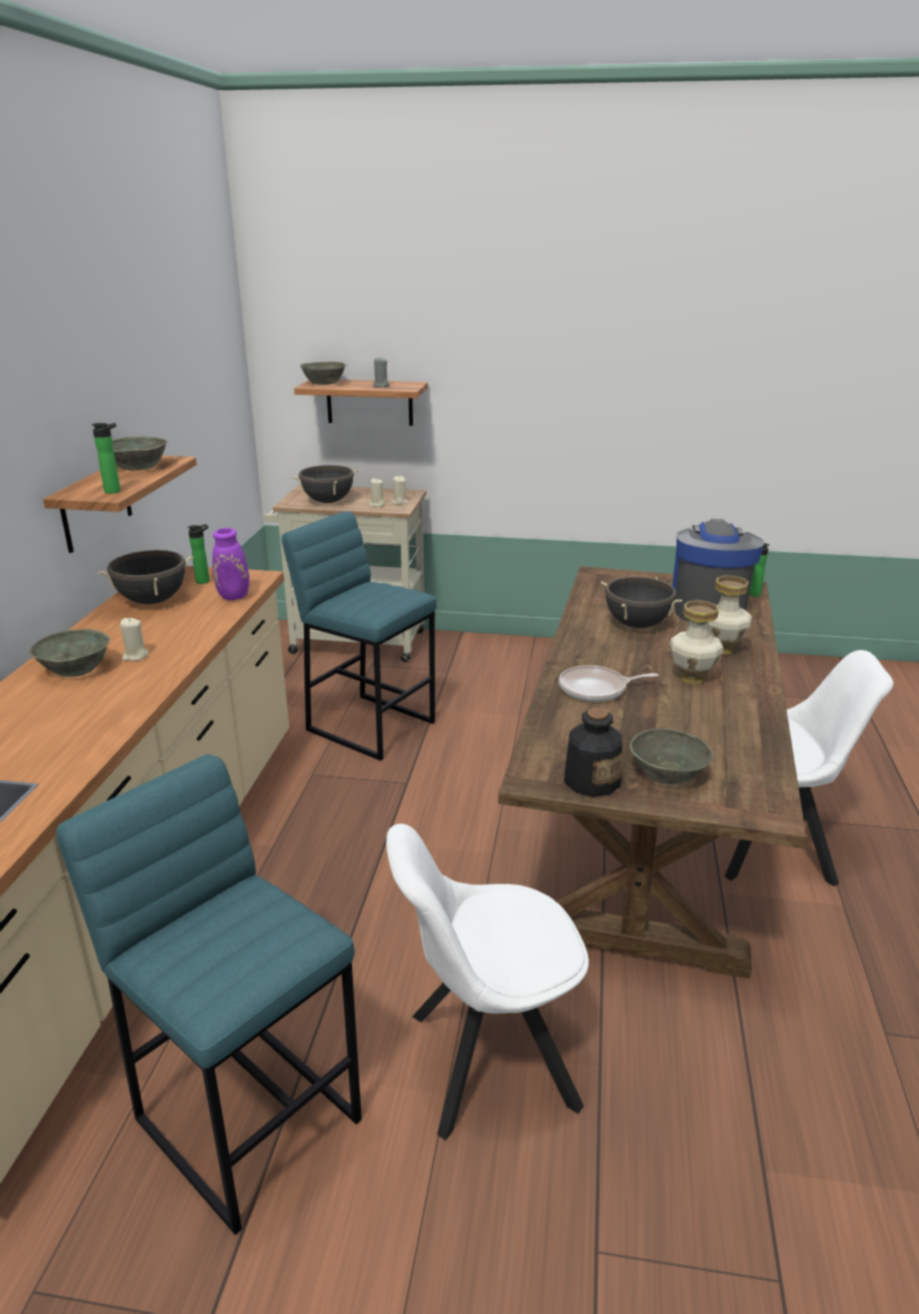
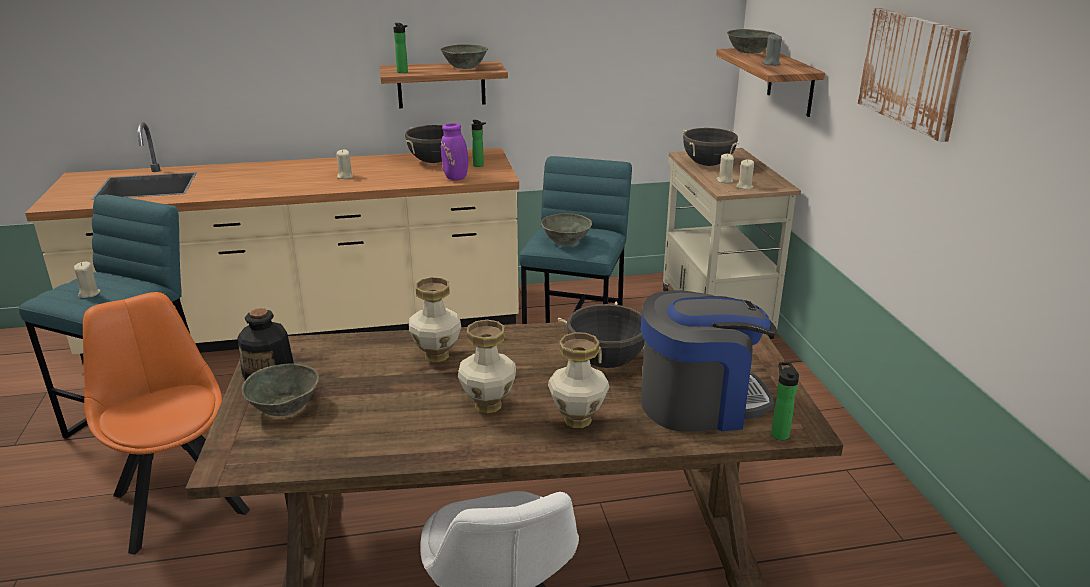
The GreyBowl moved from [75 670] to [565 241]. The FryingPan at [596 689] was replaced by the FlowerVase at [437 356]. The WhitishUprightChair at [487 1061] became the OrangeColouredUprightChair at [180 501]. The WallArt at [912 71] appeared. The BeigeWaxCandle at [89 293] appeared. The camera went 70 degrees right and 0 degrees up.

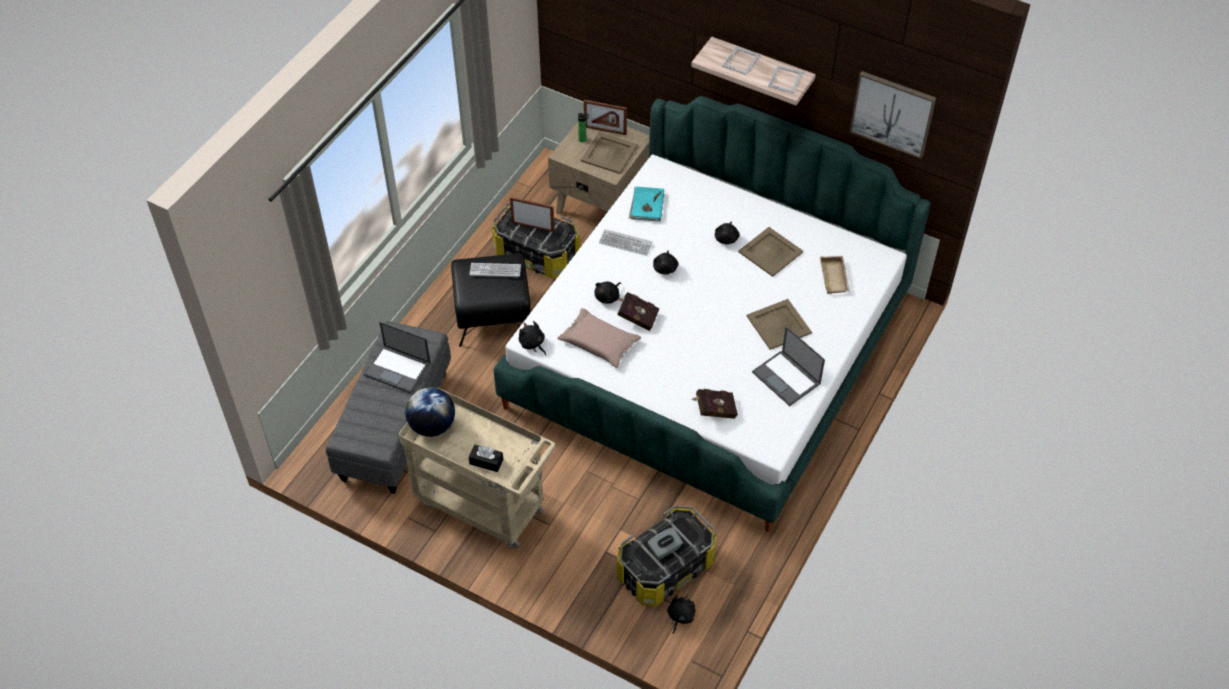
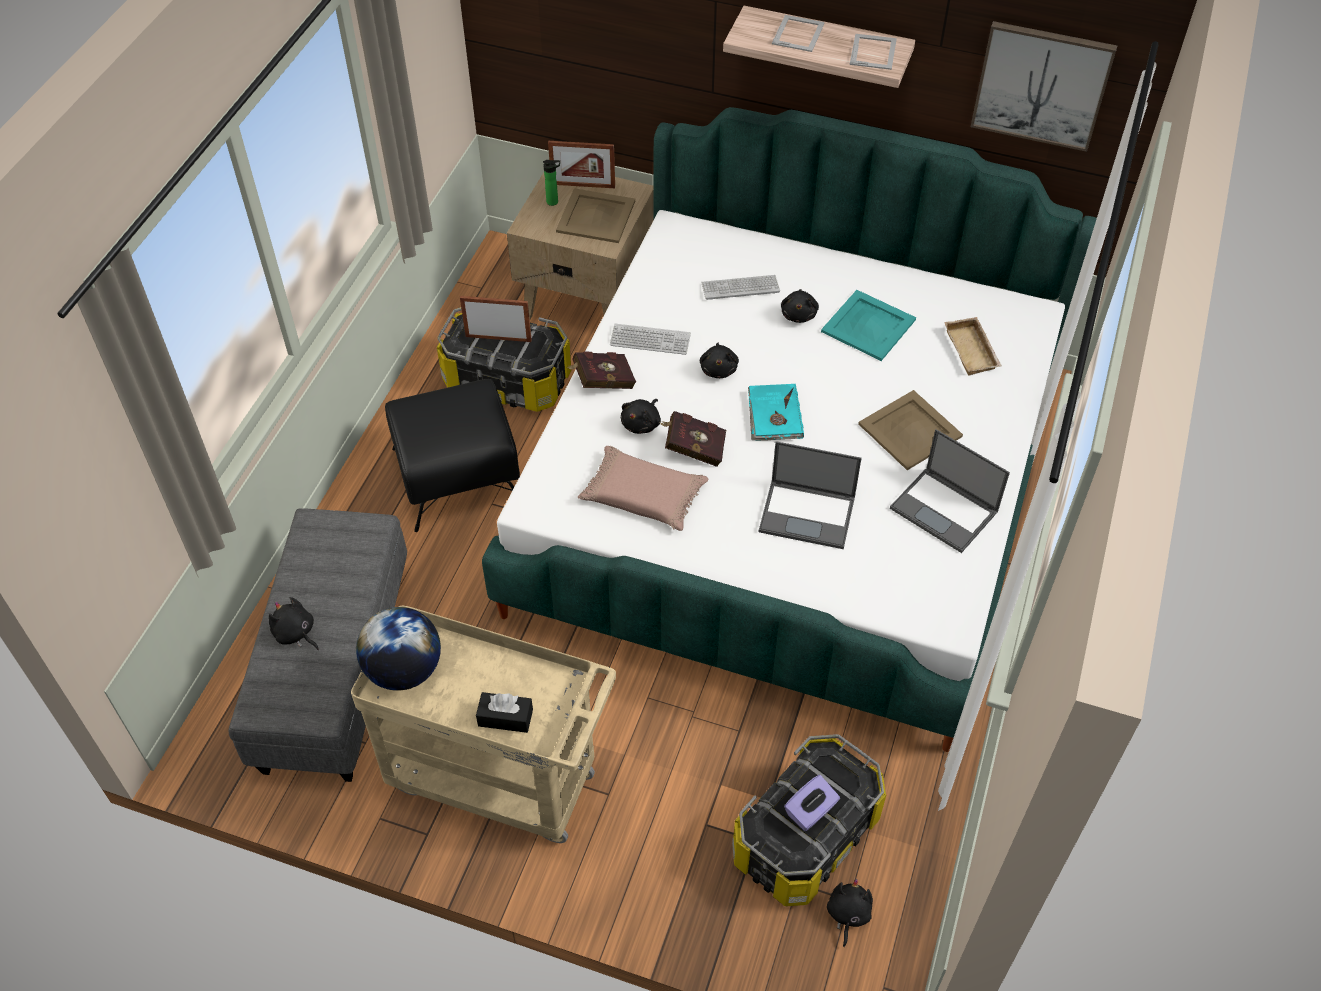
The TurquoiseBook moved from [646 206] to [774 415]. The BeigeTray at [770 251] became the TurquoiseTray at [868 325]. The PcKeyboard moved from [495 270] to [740 288]. The BlackishSoftToy moved from [532 344] to [295 633]. The NotebookComputer moved from [398 369] to [808 514]. The RedColouredBook moved from [714 410] to [601 381]. The GreyBoxOfTissues at [665 549] became the PurpleColouredBoxOfTissues at [810 811]. The camera went 10 degrees left and 0 degrees up.

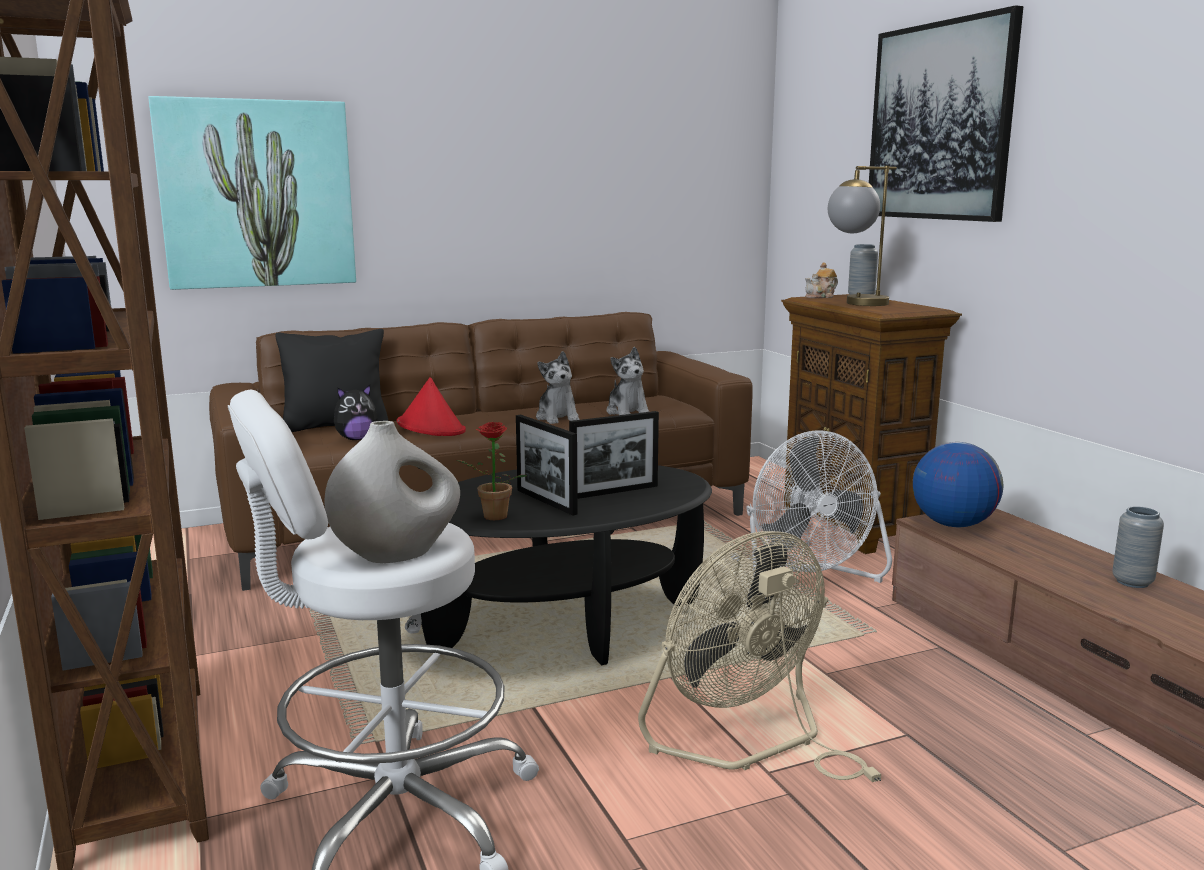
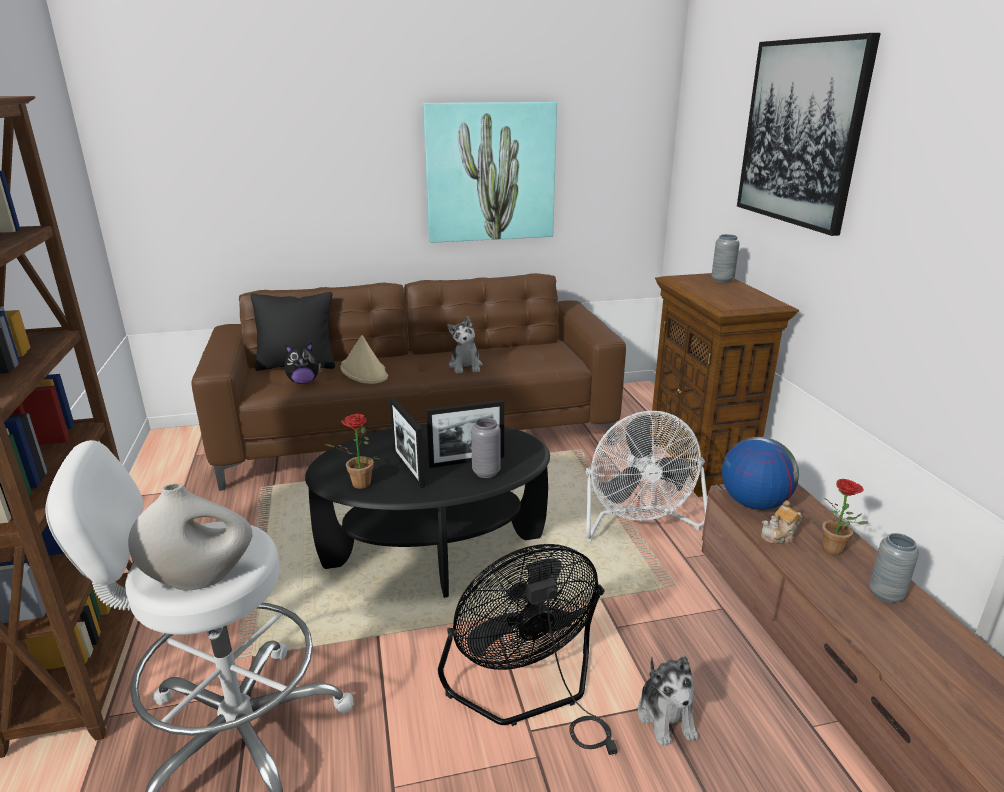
The WallArt moved from [257 194] to [490 172]. The TabletopLamp at [856 304] disappeared. The PotForTea moved from [821 297] to [779 536]. The SoftToy moved from [628 412] to [666 717]. The RedColouredWearableHat at [431 427] became the BeigeWearableHat at [364 372]. The BeigeFan at [762 739] became the BlackishFan at [538 693]. The GreyFlowerVase at [486 472] appeared. The PottedPlant at [836 551] appeared. The camera went 10 degrees right and 10 degrees up.

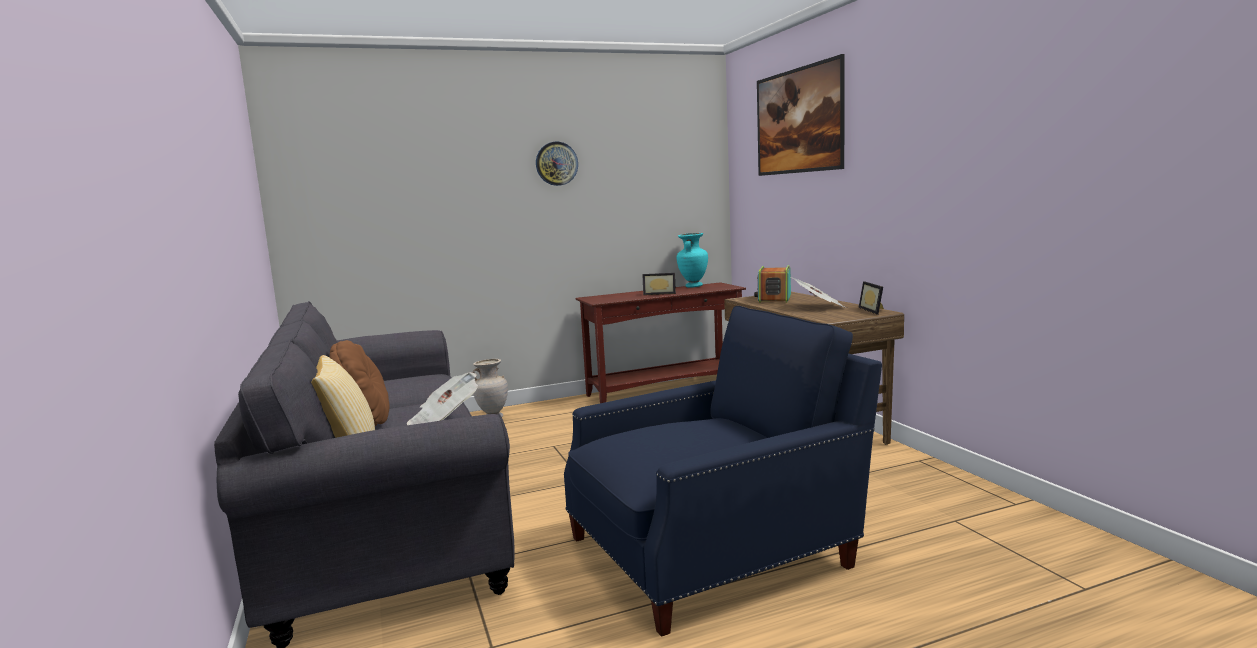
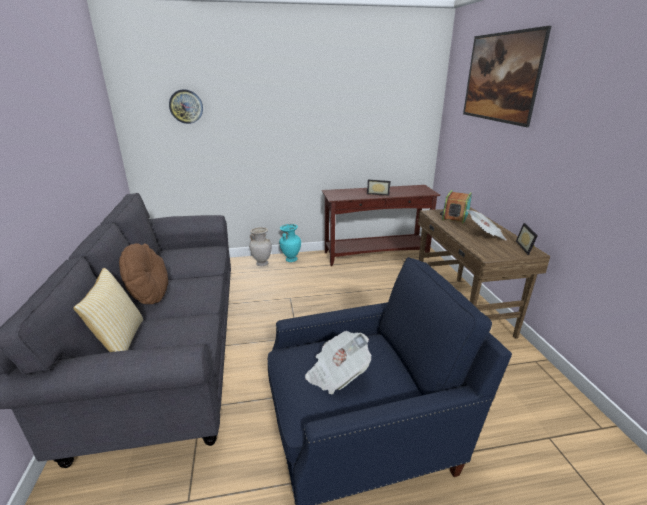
The WallClock moved from [556 163] to [186 106]. The TurquoiseFlowerVase moved from [693 286] to [291 260]. The Newspaper moved from [444 419] to [337 374]. The camera went 10 degrees right and 15 degrees up.

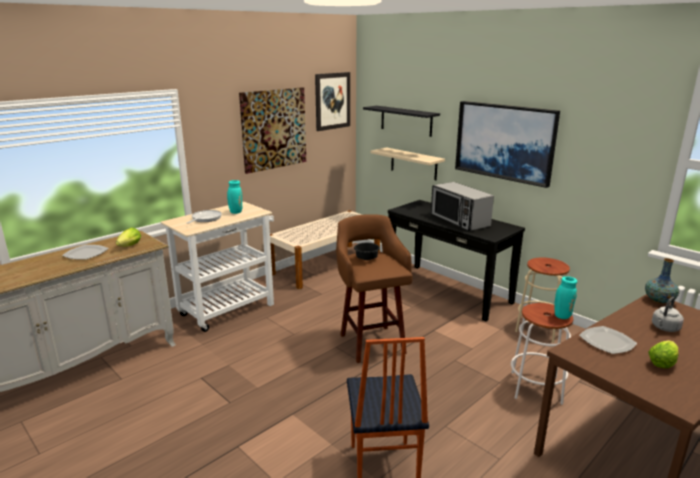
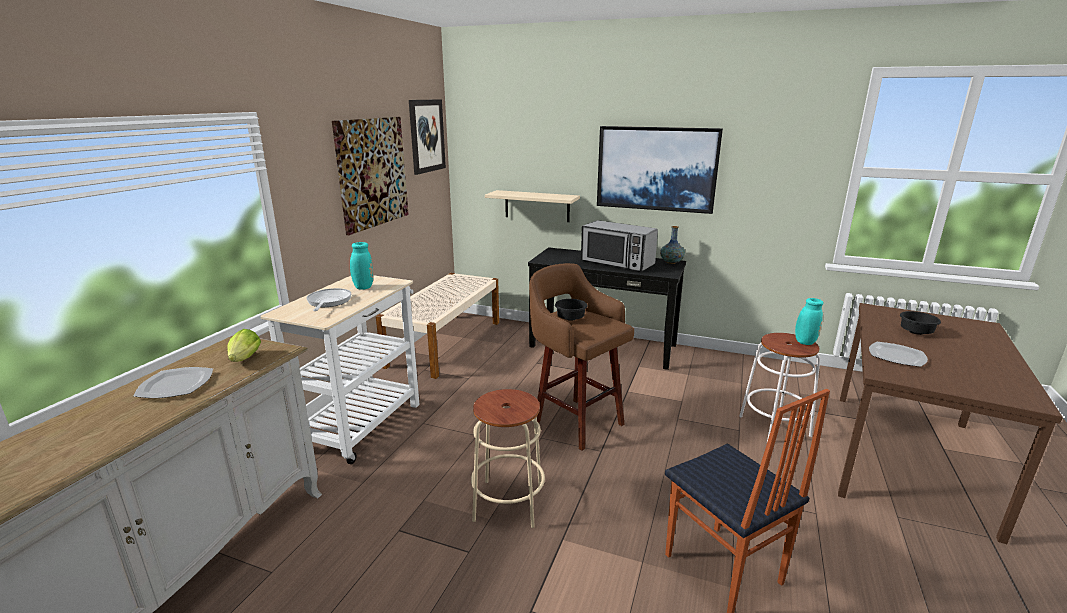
The BlackishWallShelf at [406 121] disappeared. The BeigeStool moved from [539 328] to [508 503]. The FlowerVase moved from [659 300] to [671 262]. The GreyTeaKettle at [664 328] was replaced by the BlackishBowl at [917 333]. The HeadOfLettuce at [663 362] disappeared. The camera went 25 degrees left and 0 degrees up.

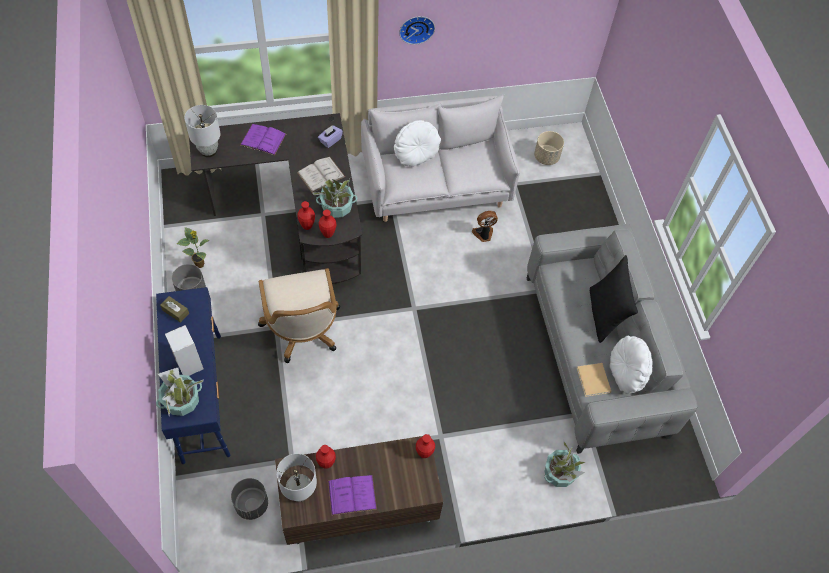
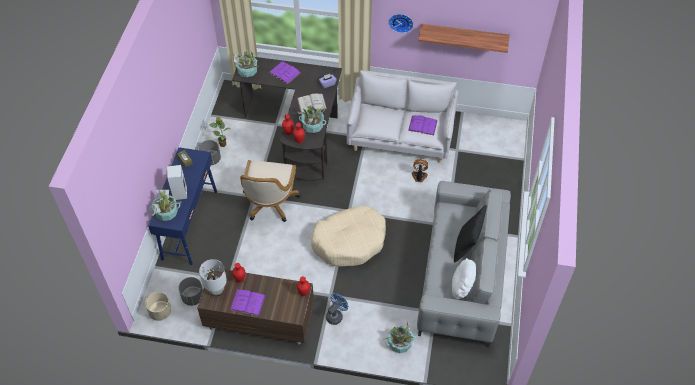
The WhitishTabletopLamp at [208 151] was replaced by the PottedPlant at [247 71]. The WhitishCushion at [416 157] disappeared. The BeigeFlowerPot moved from [546 157] to [160 312]. The BeigeBook at [593 381] disappeared. The WallShelf at [464 36] appeared. The PurpleColouredBook at [422 125] appeared. The BeigePetBed at [349 241] appeared. The BlueFan at [336 315] appeared. The camera went 25 degrees right and 5 degrees down.

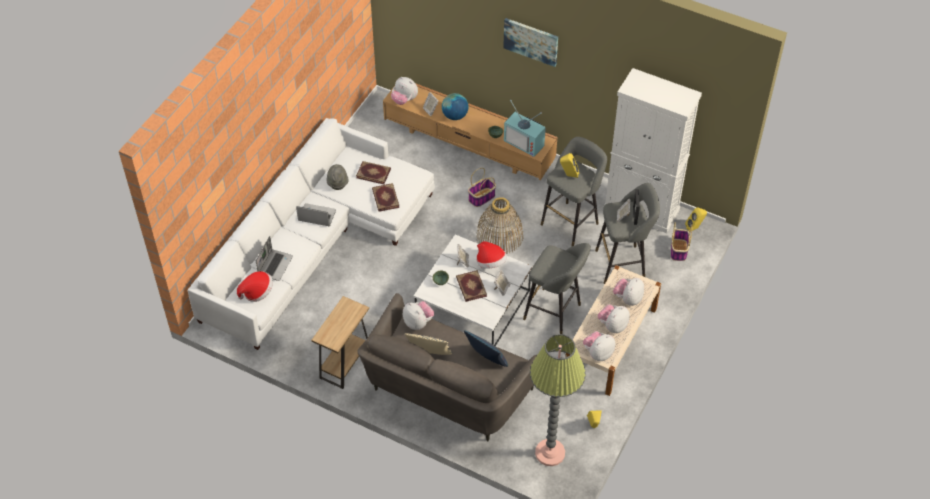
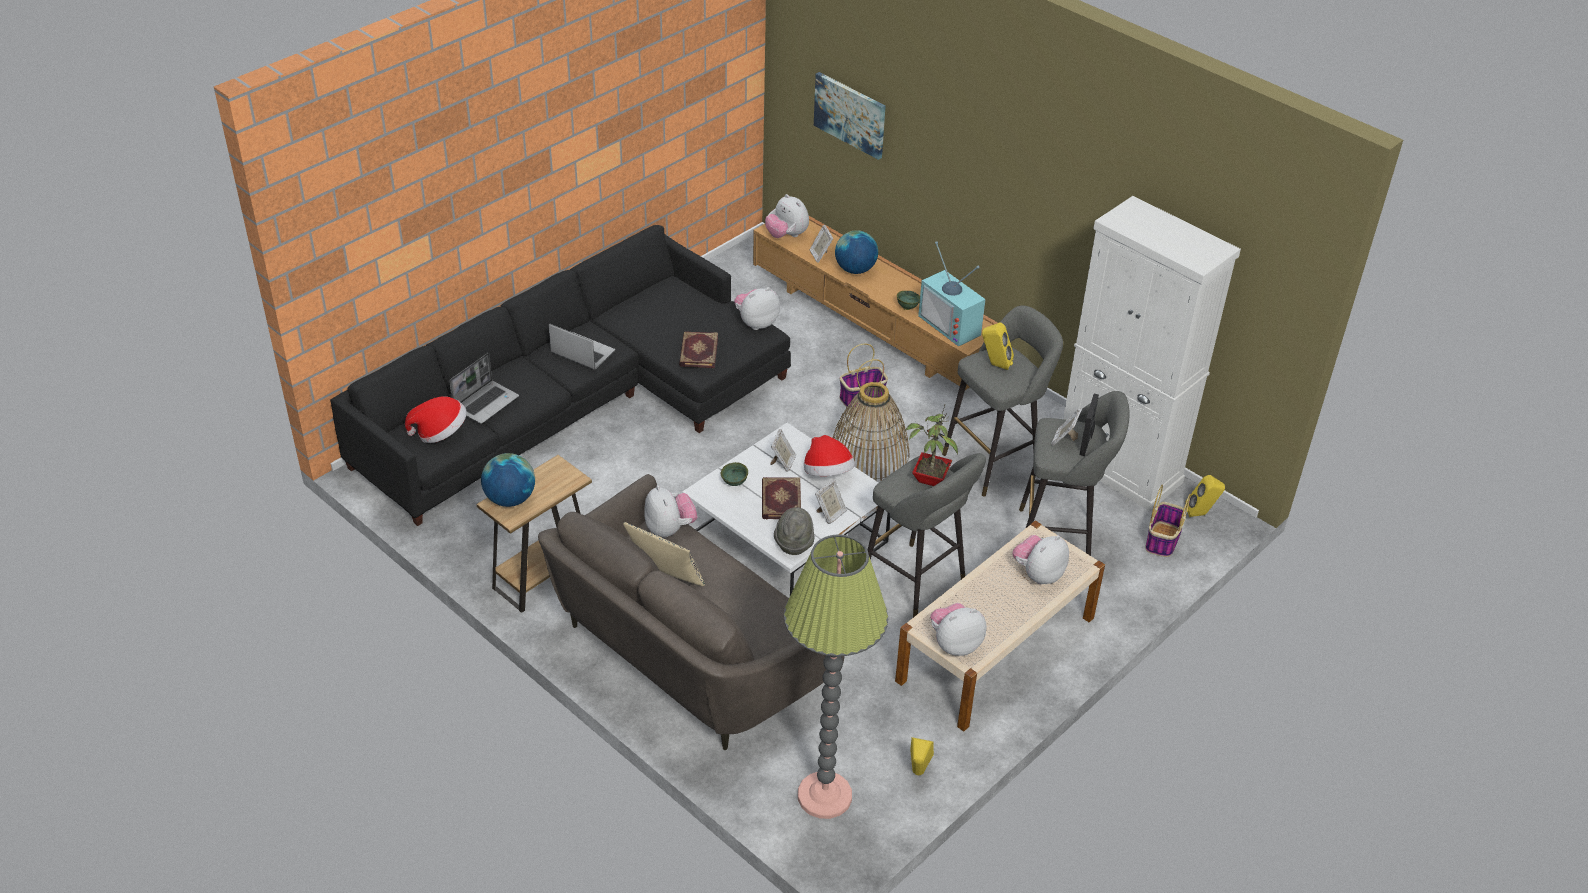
The WallArt moved from [531 41] to [850 114]. The WhitishCouch at [315 240] became the BlackishCouch at [578 399]. The Book at [373 173] disappeared. The GreyWearableHat moved from [337 183] to [794 543]. The SoftToy moved from [612 326] to [756 323]. The BlueCushion at [486 359] disappeared. The PottedPlant at [929 478] appeared. The DeskGlobe at [510 499] appeared. The camera went 15 degrees right and 10 degrees down.

